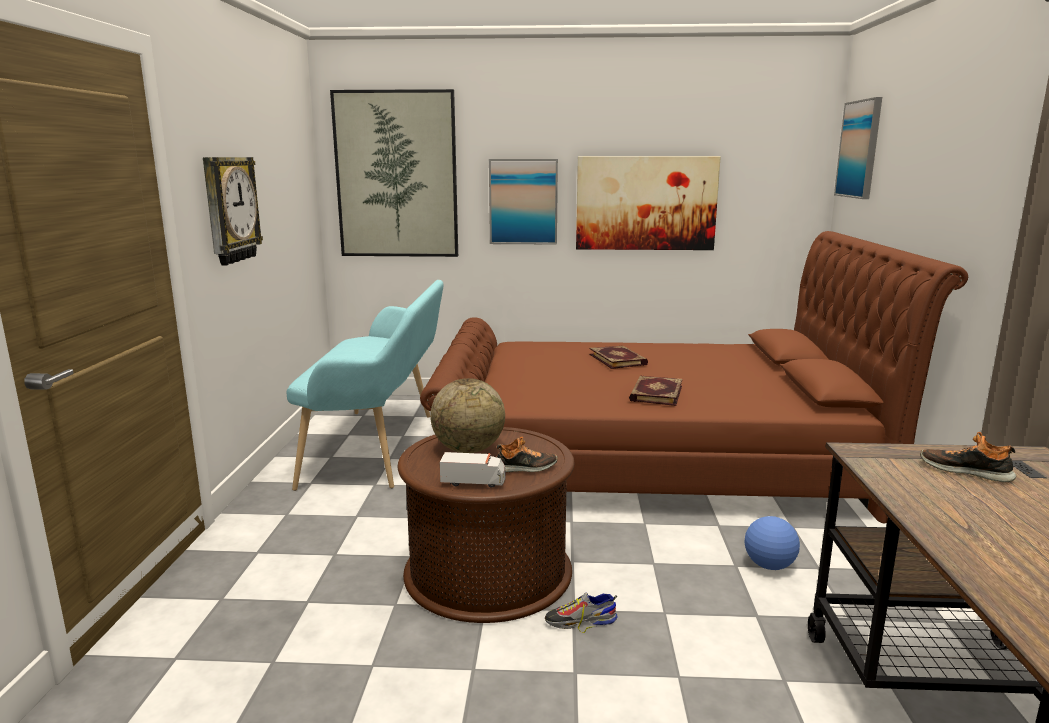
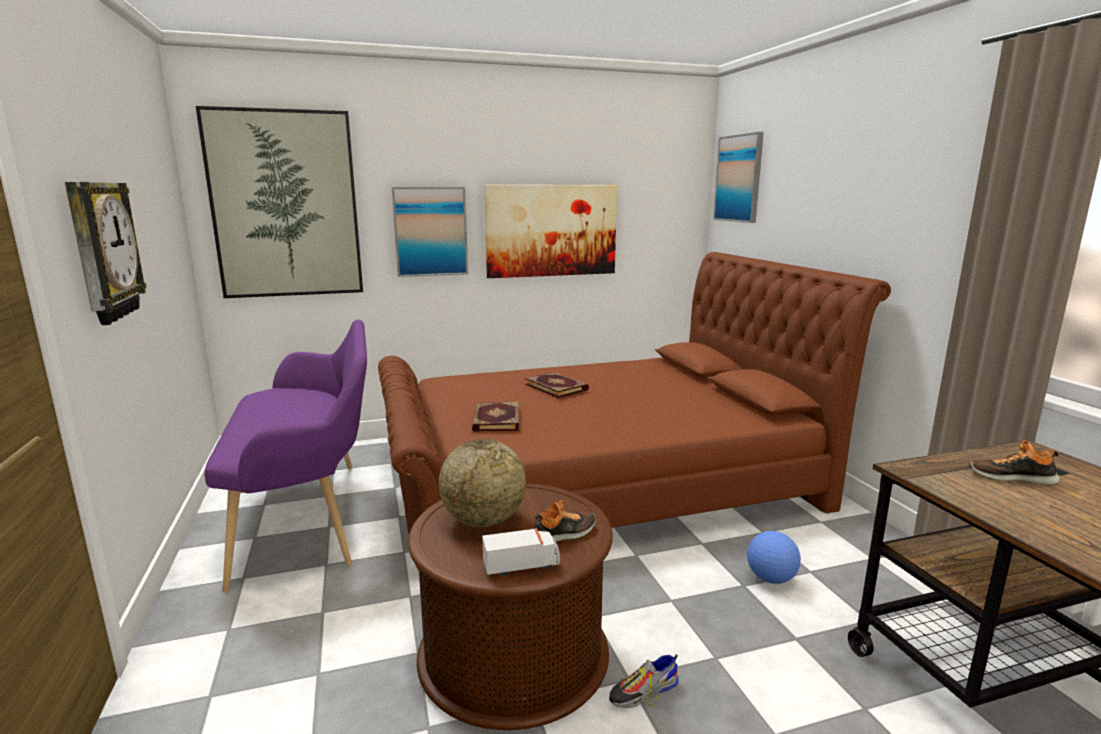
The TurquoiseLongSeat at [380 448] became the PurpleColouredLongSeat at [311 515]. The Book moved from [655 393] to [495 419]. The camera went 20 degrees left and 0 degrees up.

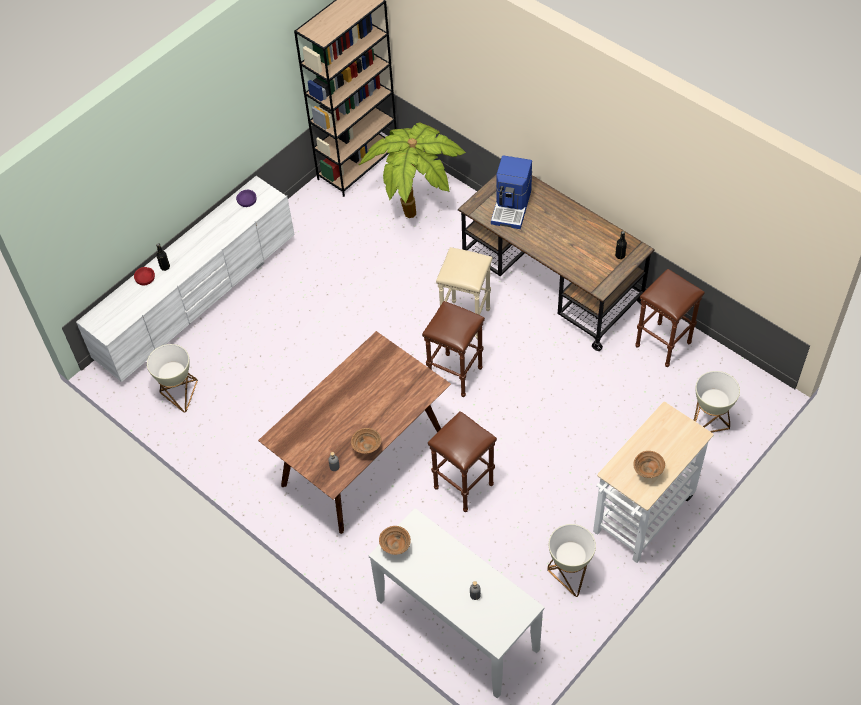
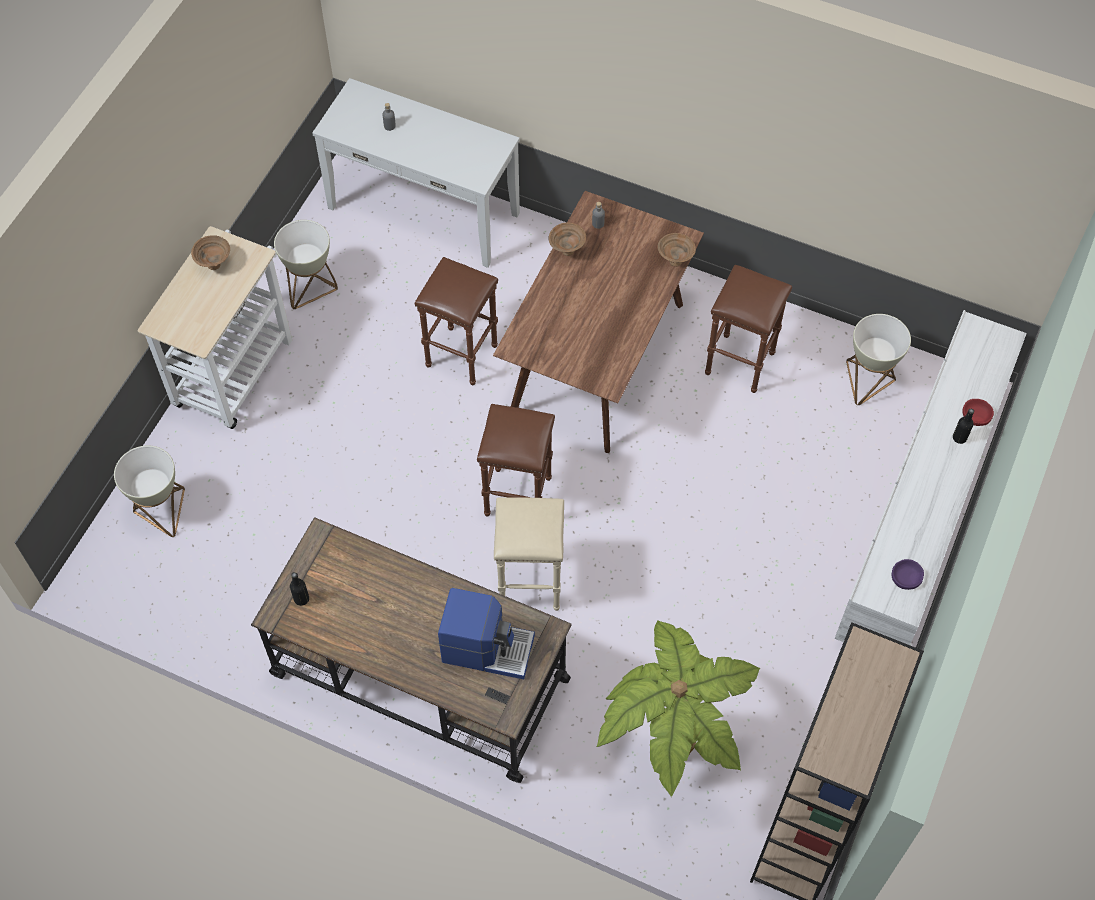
The CoffeeMachine at [512 207] turned 105 degrees clockwise. The BrownishStool moved from [663 343] to [740 364]. The BrownishBowl moved from [396 548] to [674 261]. The camera went 160 degrees right and 5 degrees up.

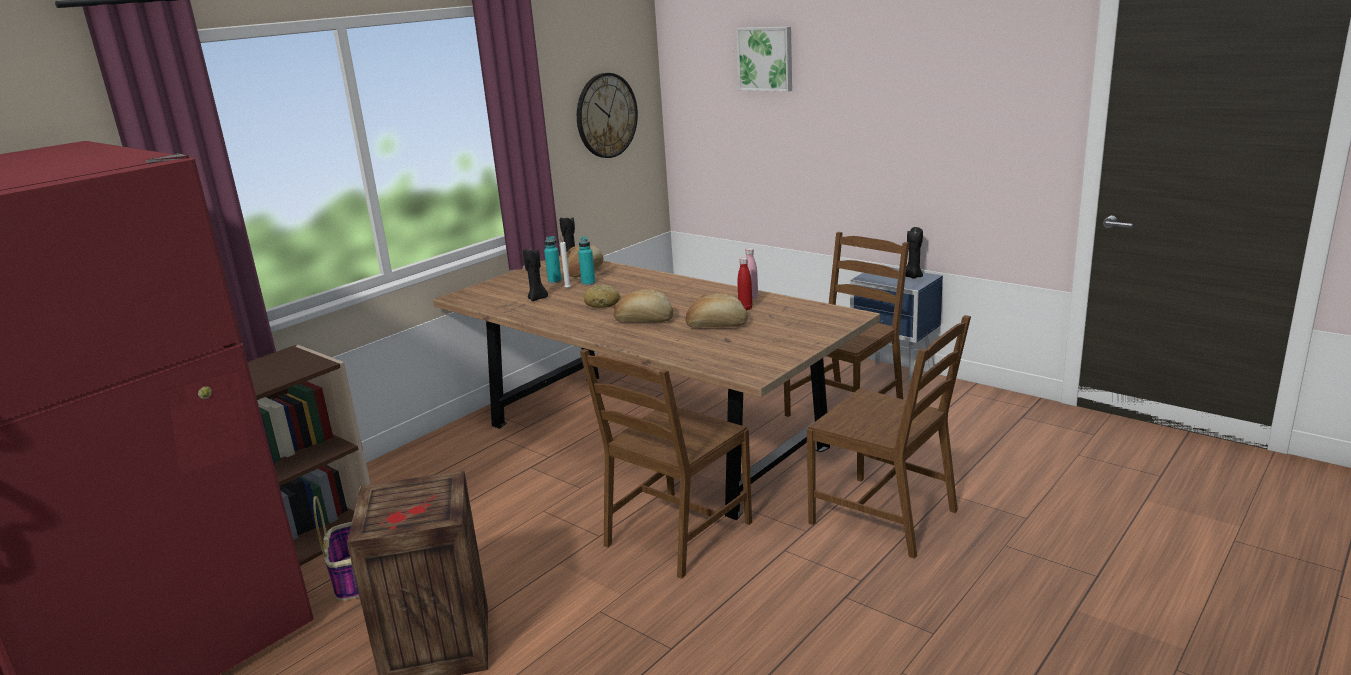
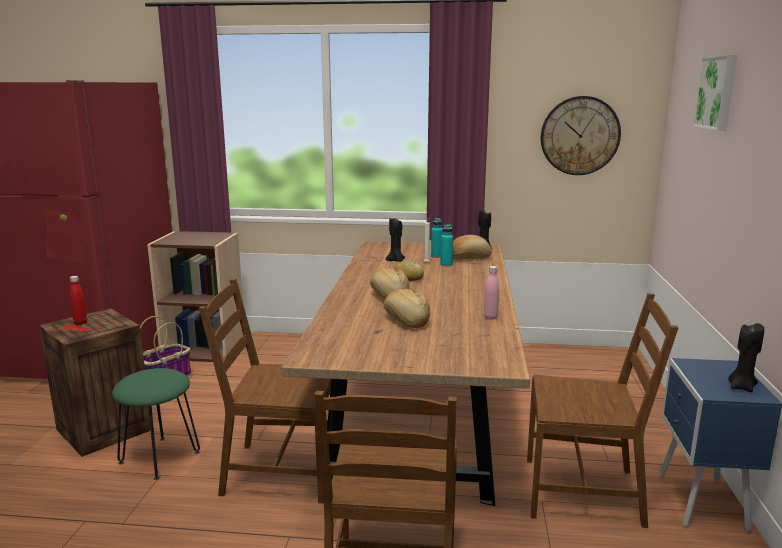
The RedColouredBottle moved from [745 308] to [80 323]. The GreenStool at [159 457] appeared. The camera went 55 degrees right and 5 degrees down.

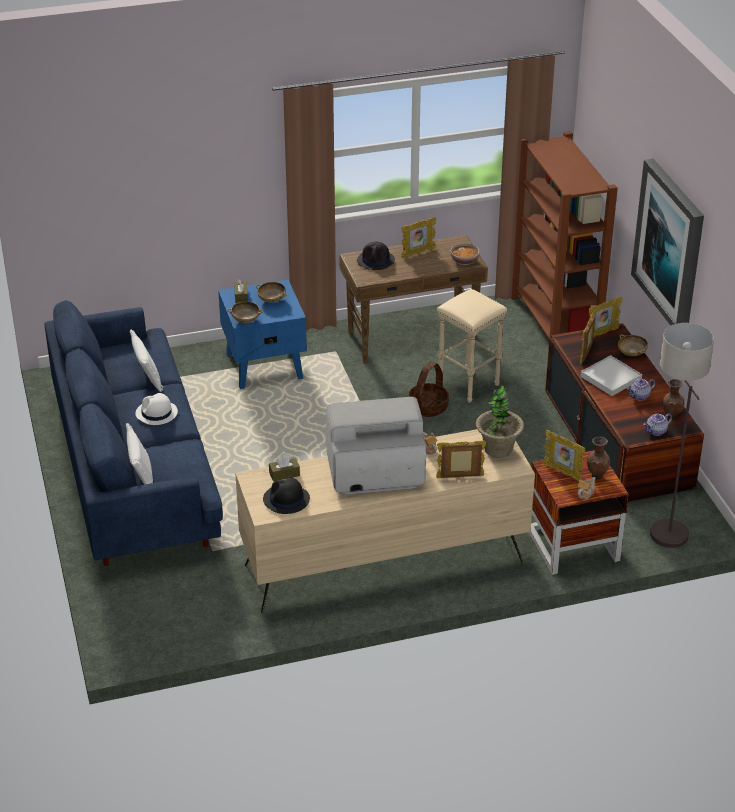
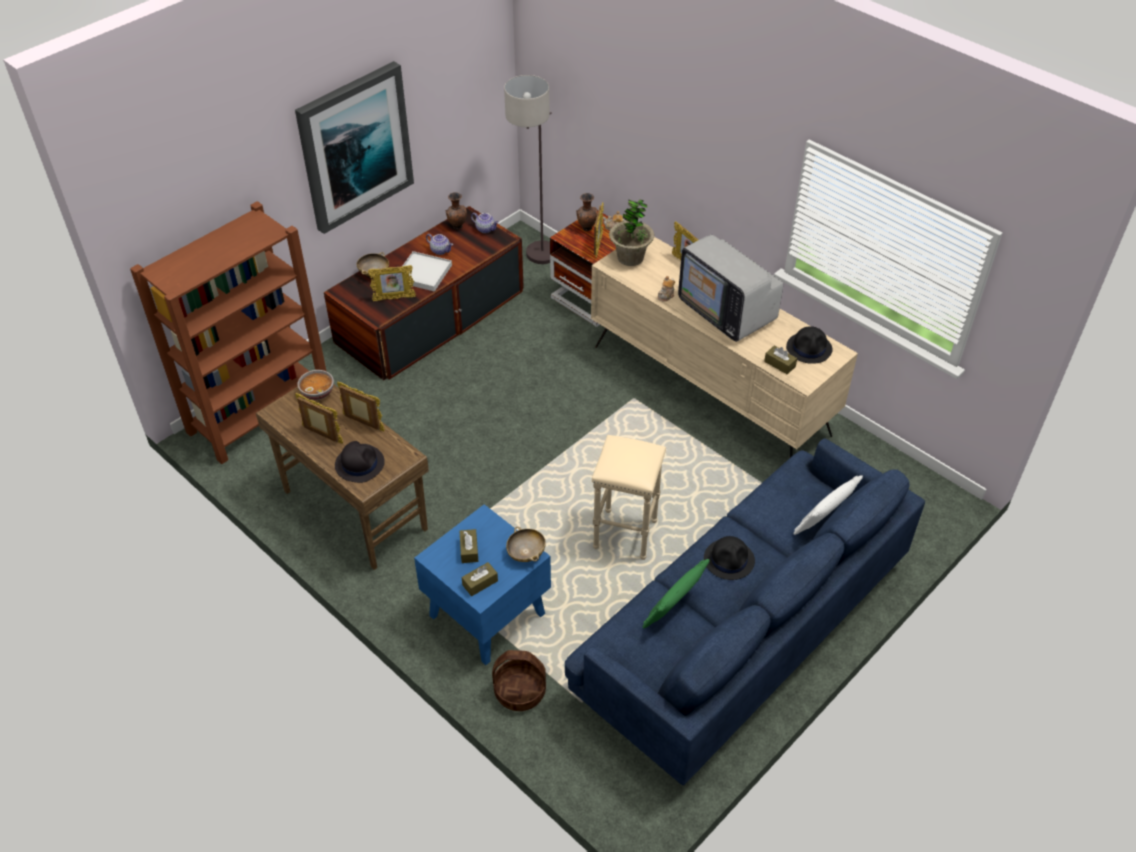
The BeigeBowl at [272 300] was replaced by the BrownishBoxOfTissues at [469 550]. The BeigeStool moved from [468 385] to [626 533]. The PhotoFrame moved from [601 334] to [363 423]. The WhitishCushion at [147 376] became the GreenCushion at [673 608]. The HouseholdBasket moved from [428 407] to [519 691]. The WhitishWearableHat at [156 413] became the BlackishWearableHat at [729 560]. The camera went 120 degrees left and 10 degrees up.

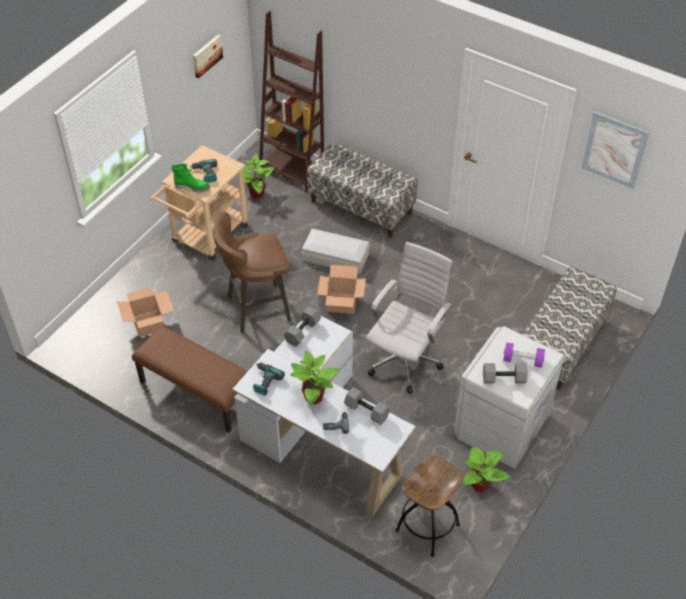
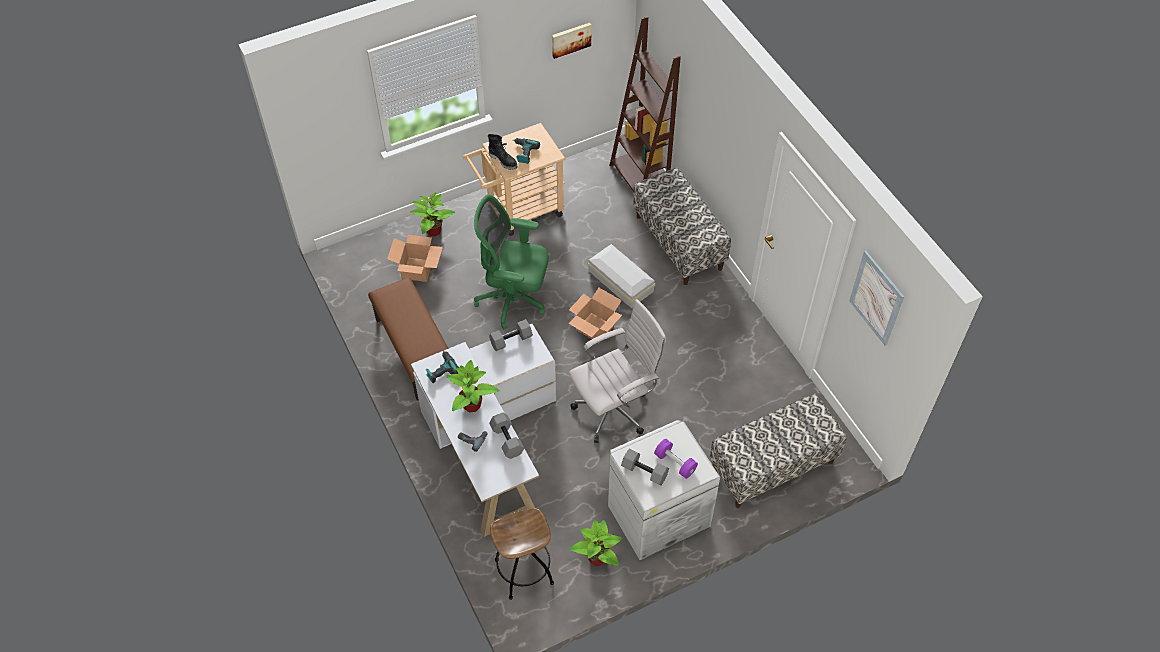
The PottedPlant moved from [256 194] to [433 231]. The GreenBoot at [192 187] became the BlackishBoot at [503 160]. The BrownishStool at [255 309] was replaced by the GreenOfficeChair at [515 298]. The camera went 30 degrees right and 5 degrees up.

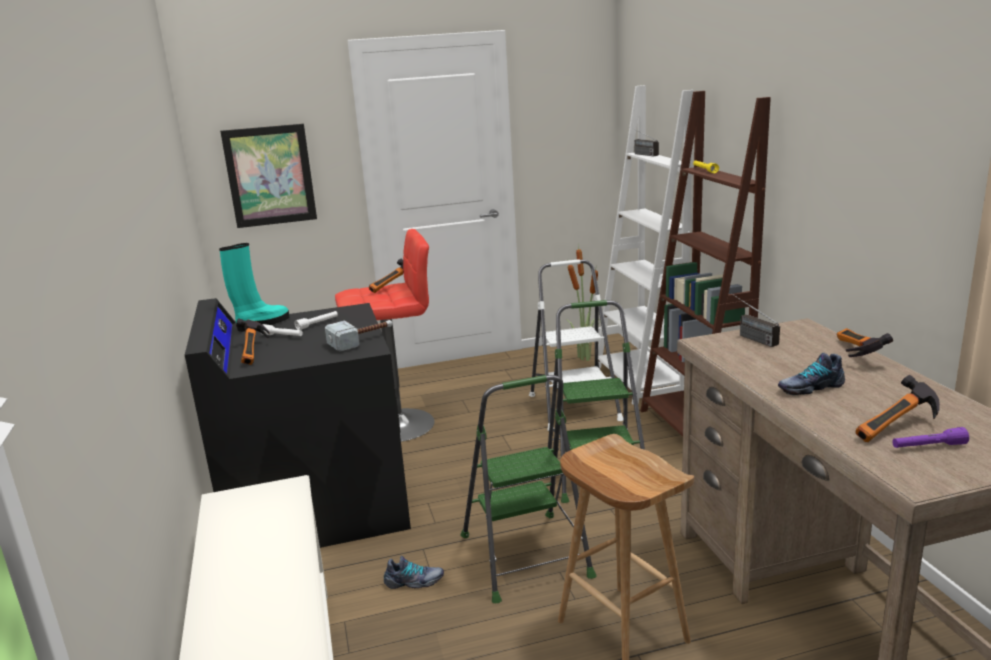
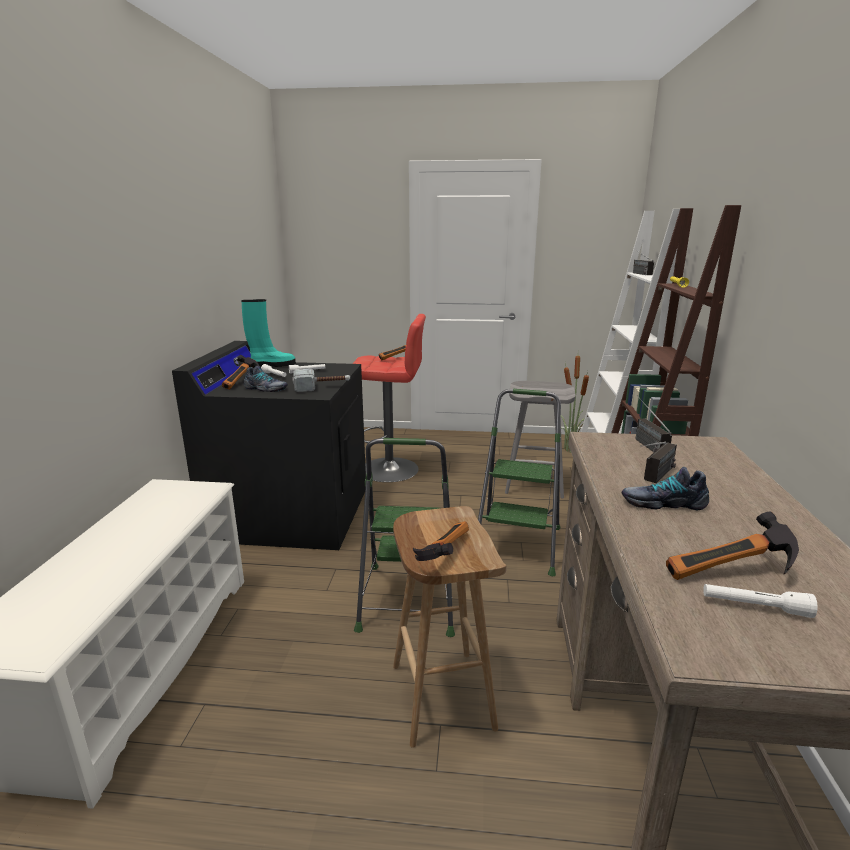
The WallArt at [270 176] disappeared. The WhitishStepLadder at [573 405] was replaced by the GreyStool at [535 485]. The Hammer moved from [852 354] to [441 553]. The PurpleColouredTorch at [928 446] became the WhitishTorch at [755 607]. The ItemOfFootwear moved from [414 582] to [265 389]. The RadioSet at [655 478] appeared. The camera went 20 degrees right and 0 degrees up.

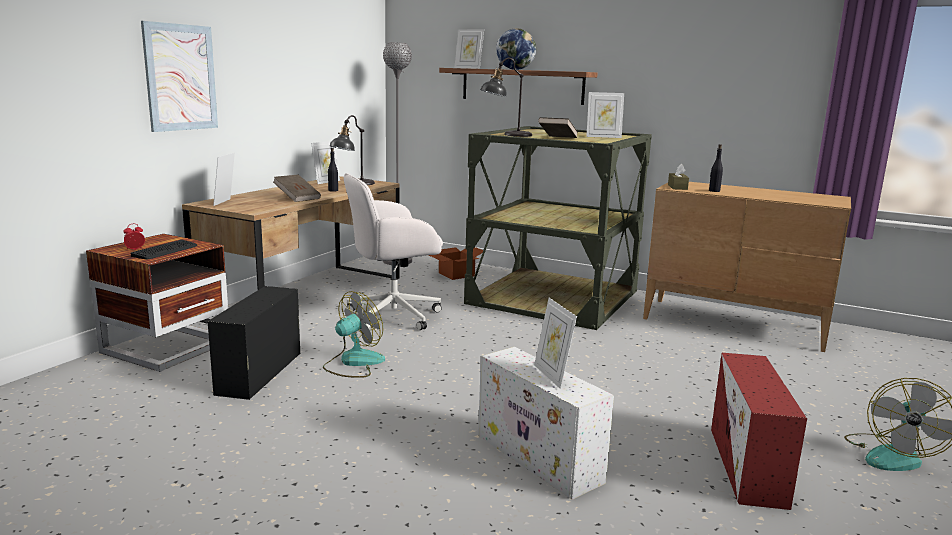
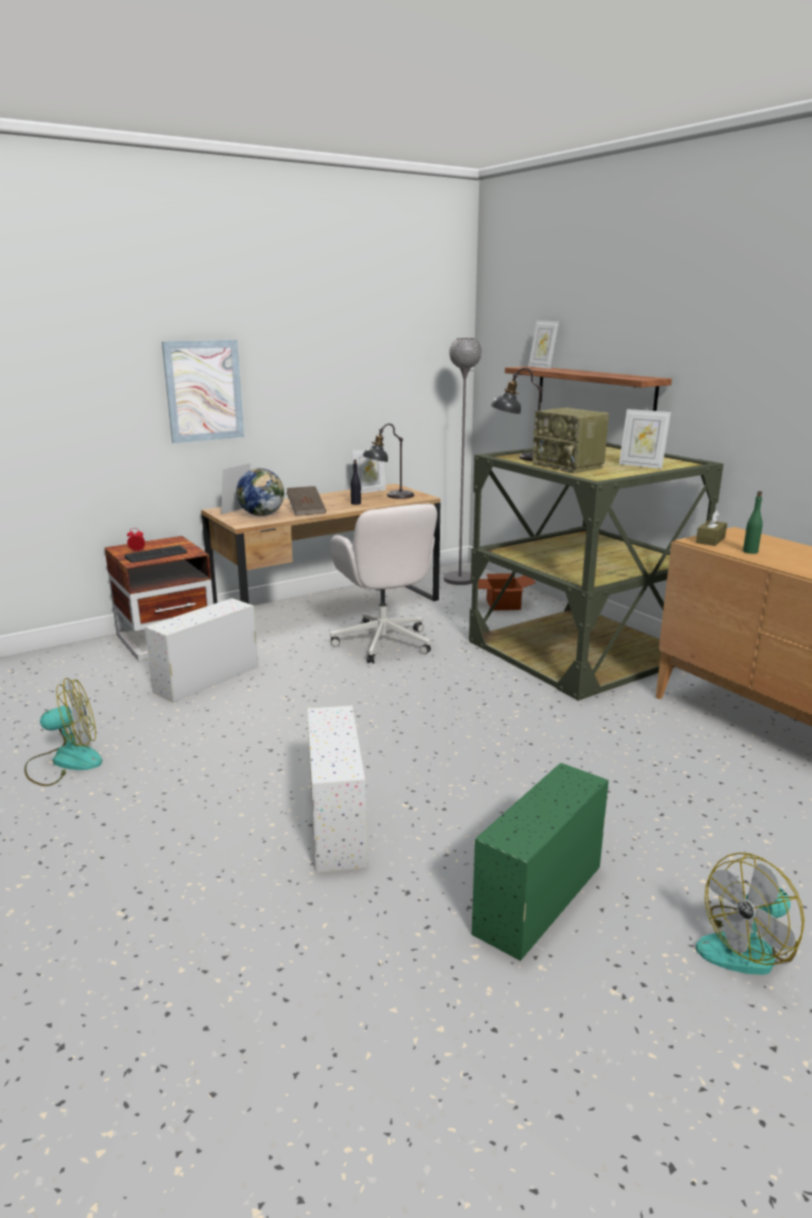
The DeskGlobe moved from [515 69] to [262 515]. The BrownishBook at [557 138] was replaced by the RadioSet at [569 466]. The BlackishBottle at [714 191] became the GreenBottle at [750 551]. The WhitishOfficeChair at [394 316] turned 120 degrees counterclockwise. The BlackishStorageBox at [259 373] became the WhitishStorageBox at [205 679]. The Fan moved from [353 363] to [64 762]. The PhotoFrame at [552 375] disappeared. The RedColouredStorageBox at [747 467] became the GreenStorageBox at [537 900]. The camera went 30 degrees right and 5 degrees up.

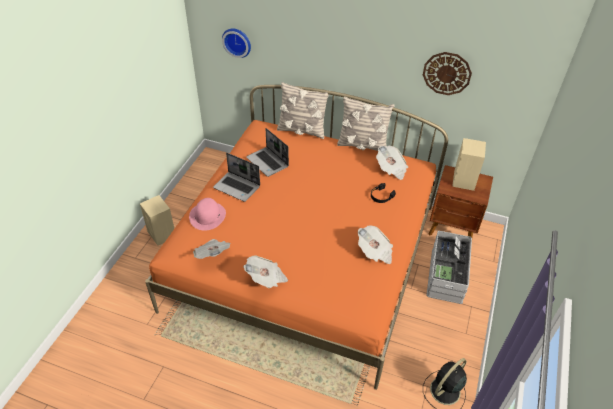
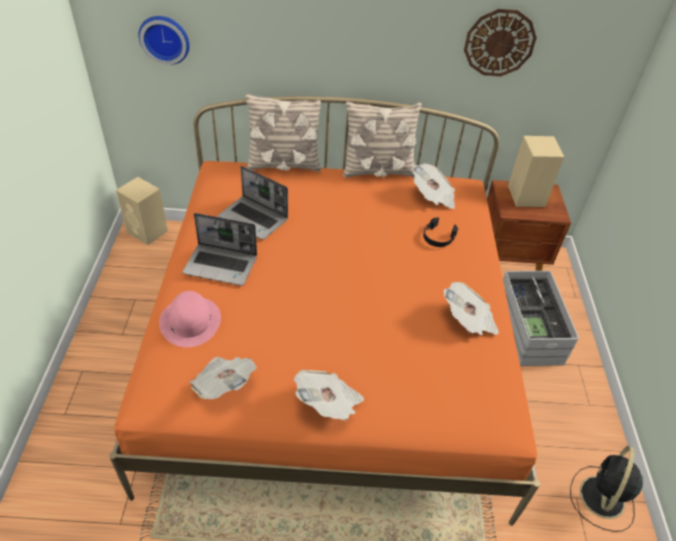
The BeigeSpeaker moved from [162 234] to [148 232]. The camera went 20 degrees left and 0 degrees up.

